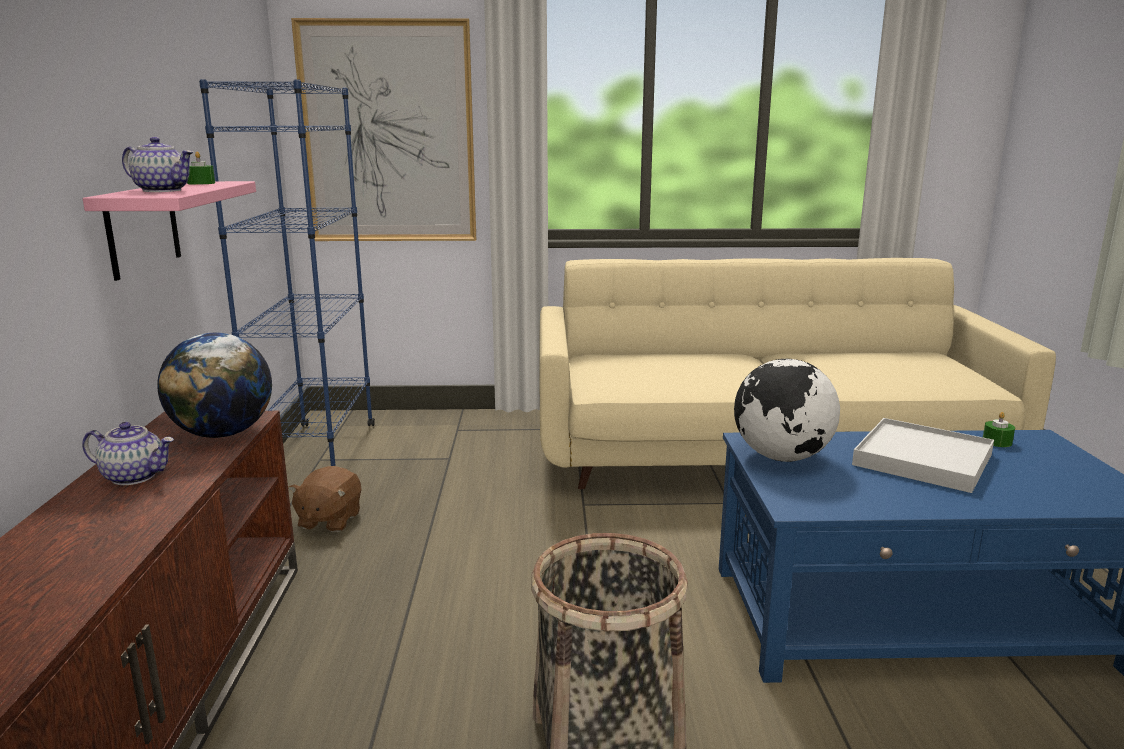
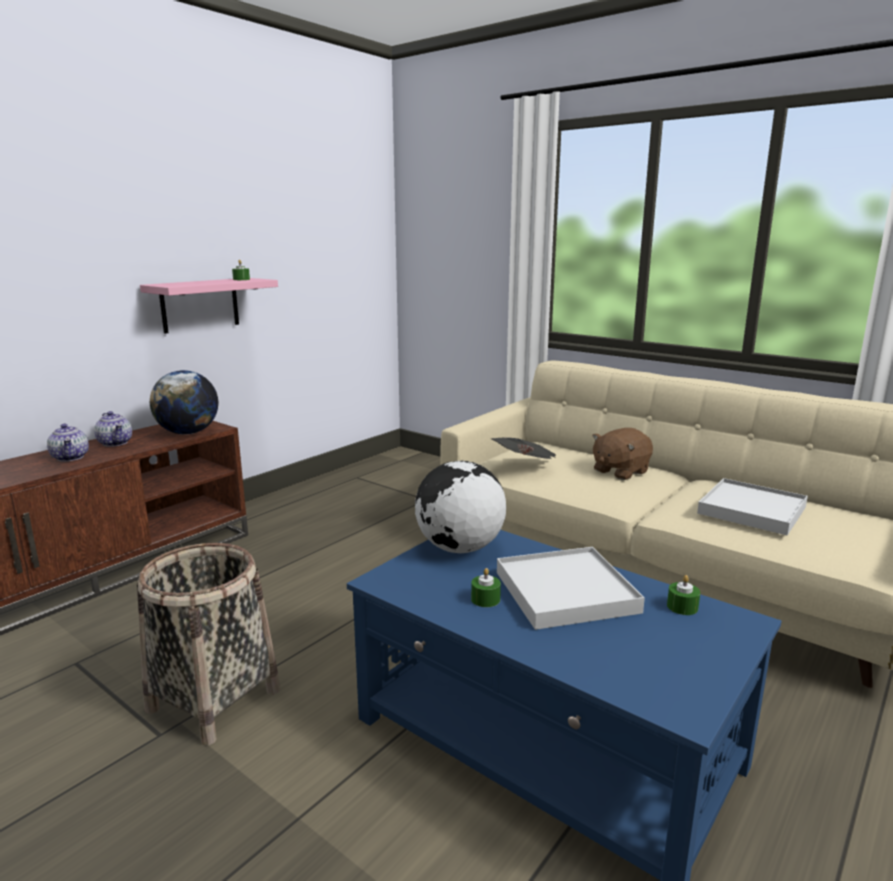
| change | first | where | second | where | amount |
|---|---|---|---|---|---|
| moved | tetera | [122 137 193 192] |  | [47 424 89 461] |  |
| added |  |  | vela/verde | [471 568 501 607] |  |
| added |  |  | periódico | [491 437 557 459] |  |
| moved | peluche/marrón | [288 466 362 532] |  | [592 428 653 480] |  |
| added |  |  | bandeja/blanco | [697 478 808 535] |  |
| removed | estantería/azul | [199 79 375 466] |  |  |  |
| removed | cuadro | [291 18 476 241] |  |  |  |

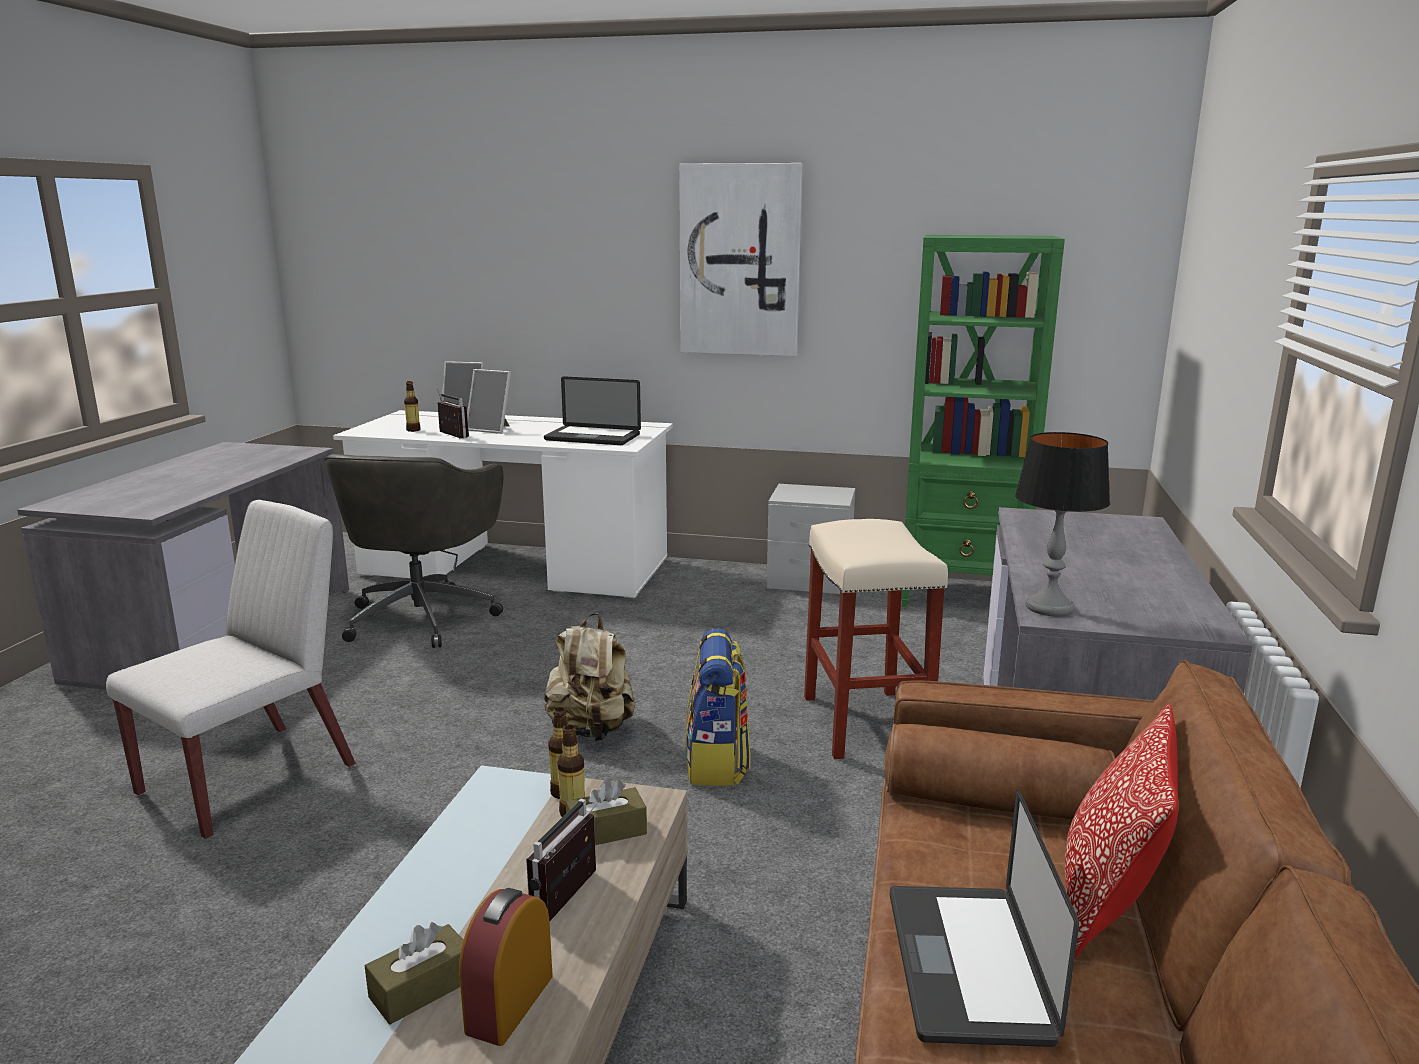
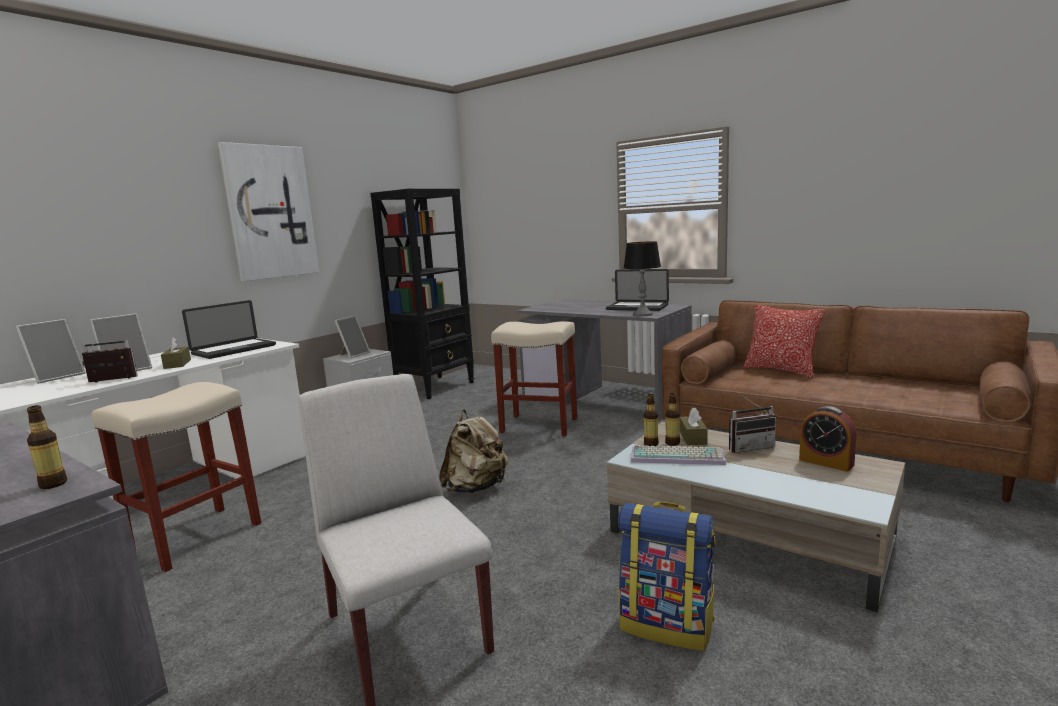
| change | first | where | second | where | amount |
|---|---|---|---|---|---|
| moved | botella | [404 381 421 432] |  | [27 405 67 489] |  |
| replaced | silla de oficina/gris | [324 454 503 648] | taburete/beis | [92 382 261 572] |  |
| moved | caja de pañuelos/marrón | [365 922 463 1024] |  | [161 337 191 369] |  |
| added |  |  | portarretratos | [335 315 370 359] |  |
| recoloured | estantería/verde | [901 235 1065 607] | estantería/negro | [371 189 474 399] |  |
| moved | portátil | [890 789 1079 1047] |  | [606 269 669 311] |  |
| moved | mochila | [685 628 751 786] |  | [618 502 716 651] |  |
| added |  |  | teclado | [631 445 726 465] |  |
| turned | radio | [526 798 597 921] |  | [729 393 776 453] | 60 degrees counterclockwise |

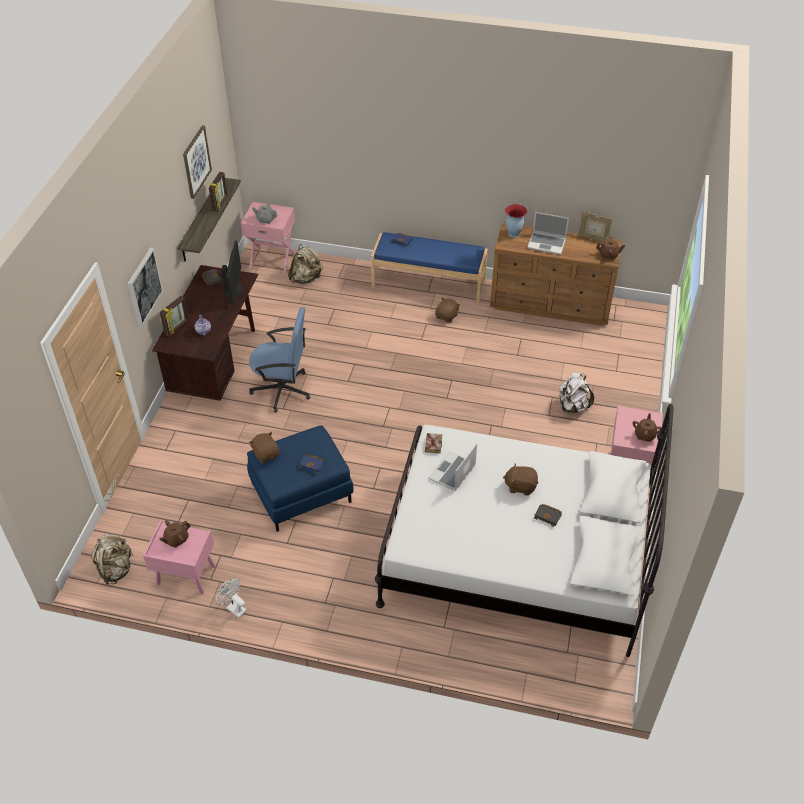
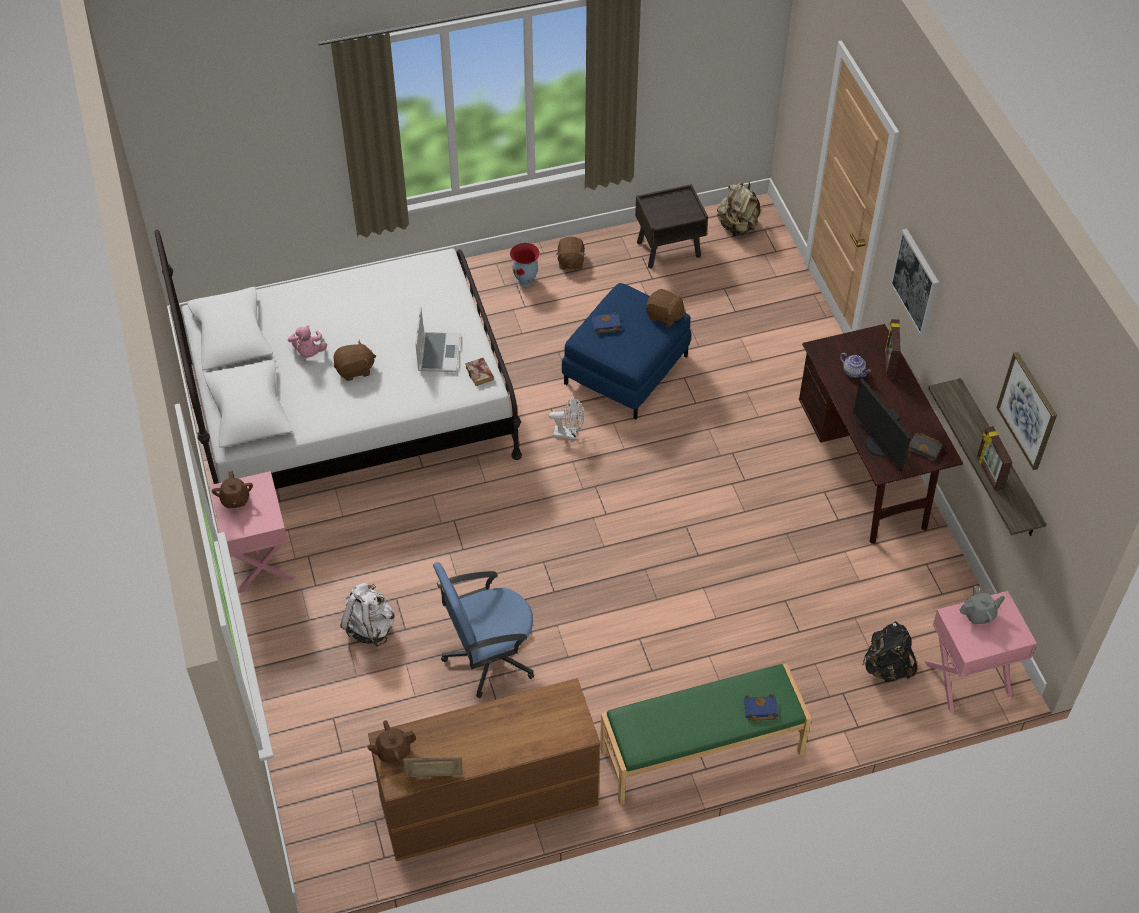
| change | first | where | second | where | amount |
|---|---|---|---|---|---|
| replaced | libro/negro | [534 504 562 527] | peluche/rosa | [288 325 327 358] |  |
| moved | silla de oficina/azul | [249 307 310 412] |  | [433 562 534 698] |  |
| moved | florero | [505 204 527 238] |  | [510 243 540 287] |  |
| moved | ventilador/blanco | [216 578 247 618] |  | [549 396 584 439] |  |
| moved | peluche/marrón | [435 298 460 323] |  | [556 237 586 270] |  |
| recoloured | banco/azul | [371 232 488 304] | banco/verde | [600 664 811 805] |  |
| recoloured | mesita de noche/rosa | [143 520 215 594] | mesita de noche/marrón | [635 184 708 268] |  |
| recoloured | mochila/beis | [288 244 323 284] | mochila/negro | [863 621 918 682] |  |
| removed | tetera/marrón | [159 520 190 548] |  |  |  |
| removed | portátil | [527 212 569 255] |  |  |  |

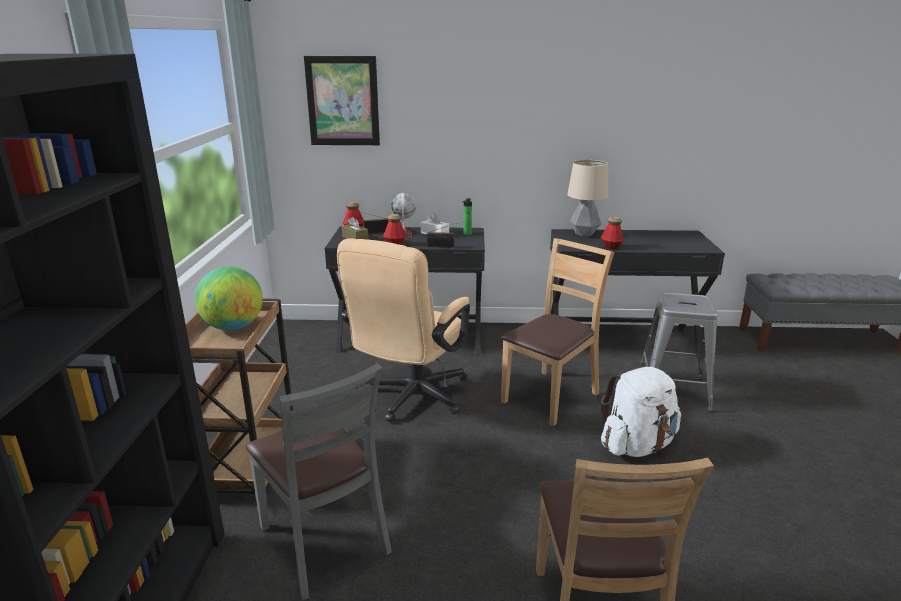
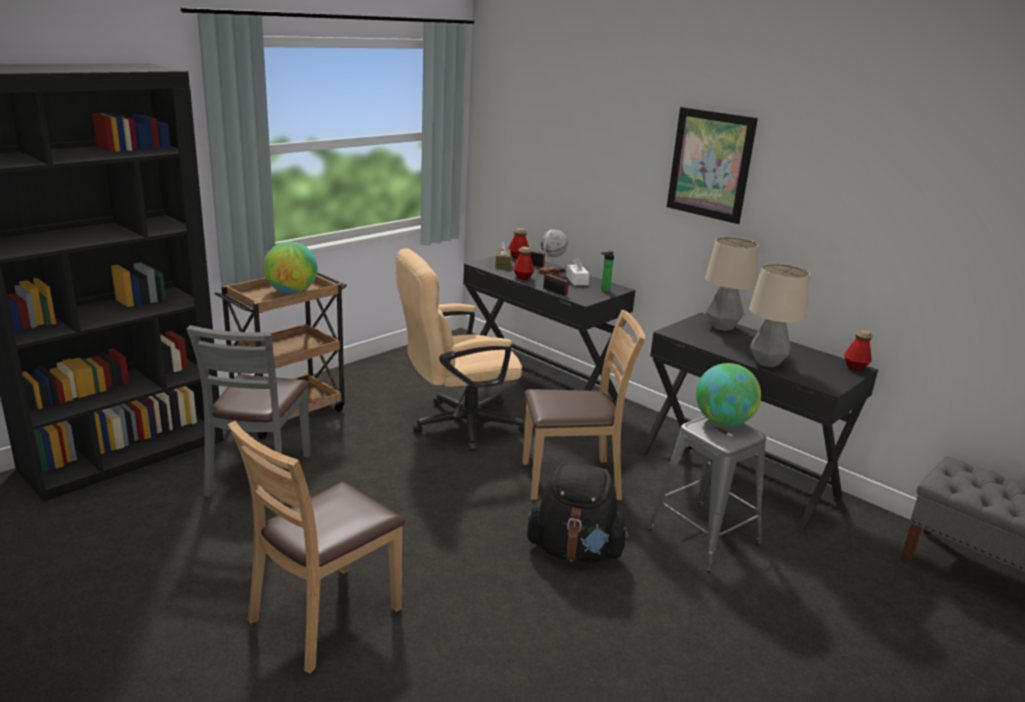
| change | first | where | second | where | amount |
|---|---|---|---|---|---|
| recoloured | mochila/blanco | [601 367 681 457] | mochila/negro | [527 462 629 563] |  |
| moved | cuadro | [304 56 380 145] |  | [667 107 758 224] |  |
| added |  |  | globo terráqueo | [696 363 761 426] |  |
| added |  |  | lámpara de mesa | [749 263 810 368] |  |
| moved | botella | [601 216 624 249] |  | [844 330 873 371] |  |

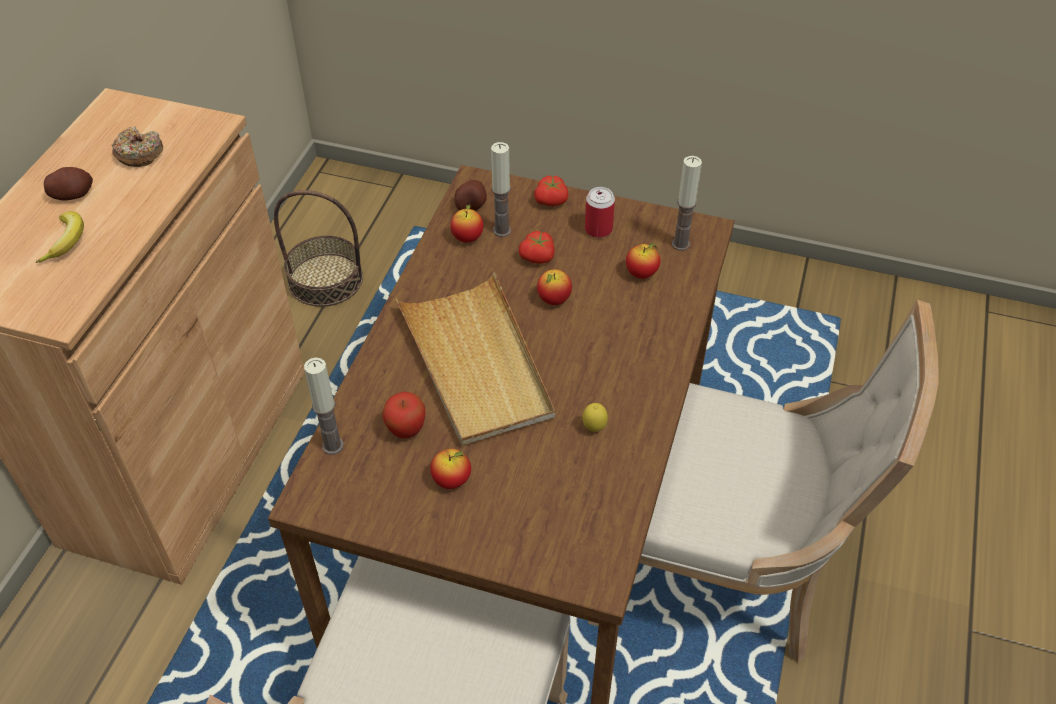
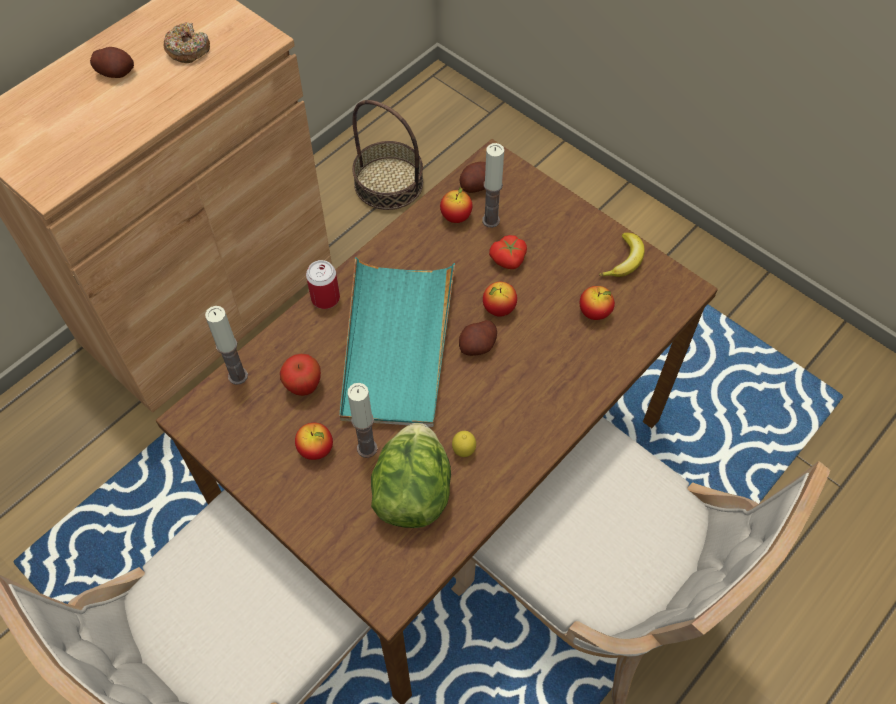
| change | first | where | second | where | amount |
|---|---|---|---|---|---|
| moved | lata | [585 187 615 238] |  | [306 260 340 309] |  |
| recoloured | bandeja/beis | [395 272 555 446] | bandeja/turquesa | [340 257 455 427] |  |
| moved | vela | [672 156 702 251] |  | [348 383 378 458] |  |
| added |  |  | lechuga | [371 423 451 528] |  |
| added |  |  | patata | [459 320 497 356] |  |
| moved | plátano | [36 211 84 263] |  | [599 233 645 277] |  |
| removed | tomate | [534 176 569 206] |  |  |  |

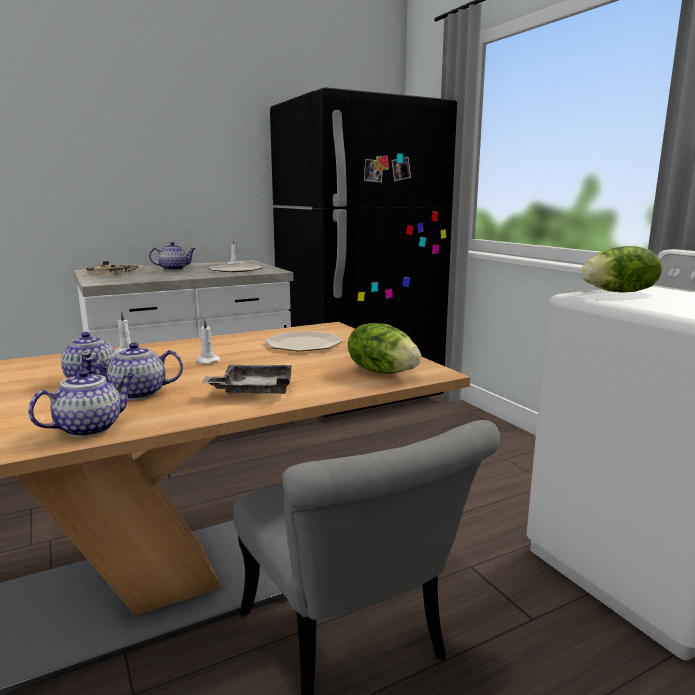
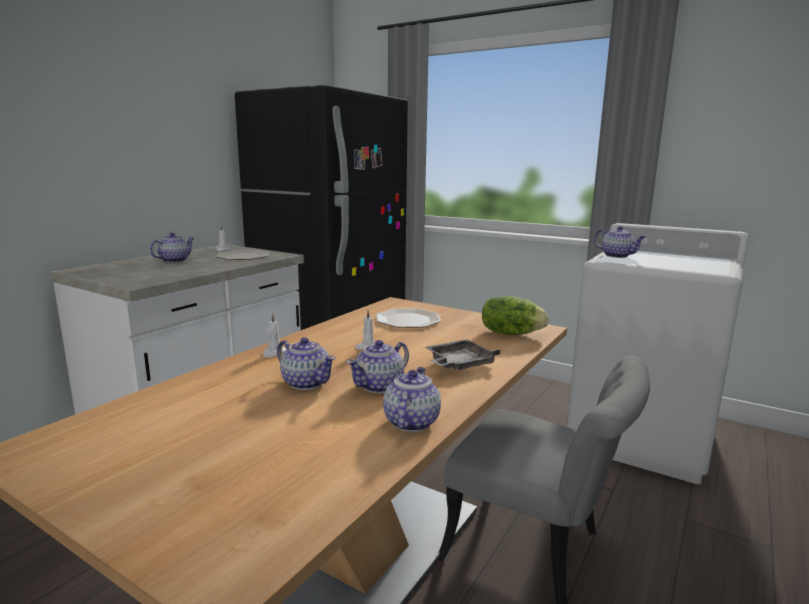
| change | first | where | second | where | amount |
|---|---|---|---|---|---|
| replaced | lechuga | [581 246 662 293] | tetera | [594 226 645 258] |  |
| removed | bandeja/beis | [83 261 143 275] |  |  |  |

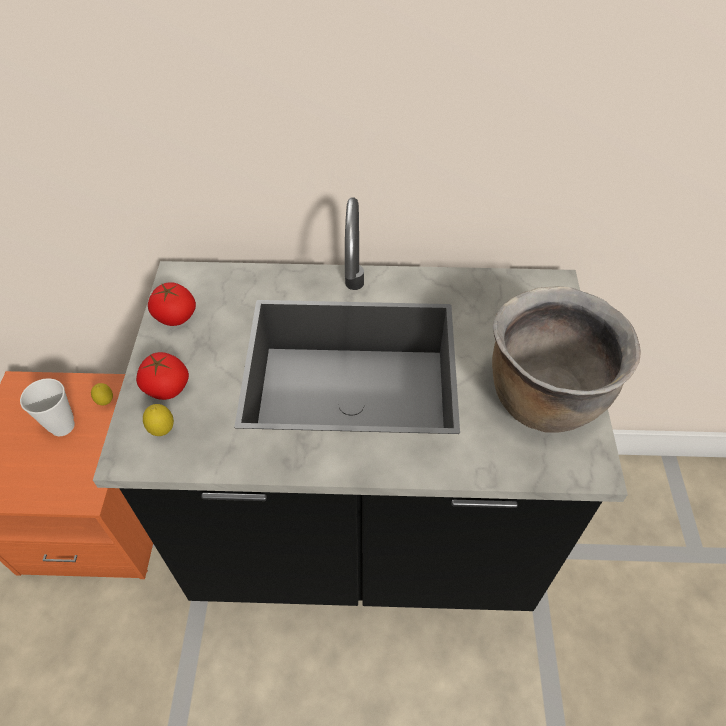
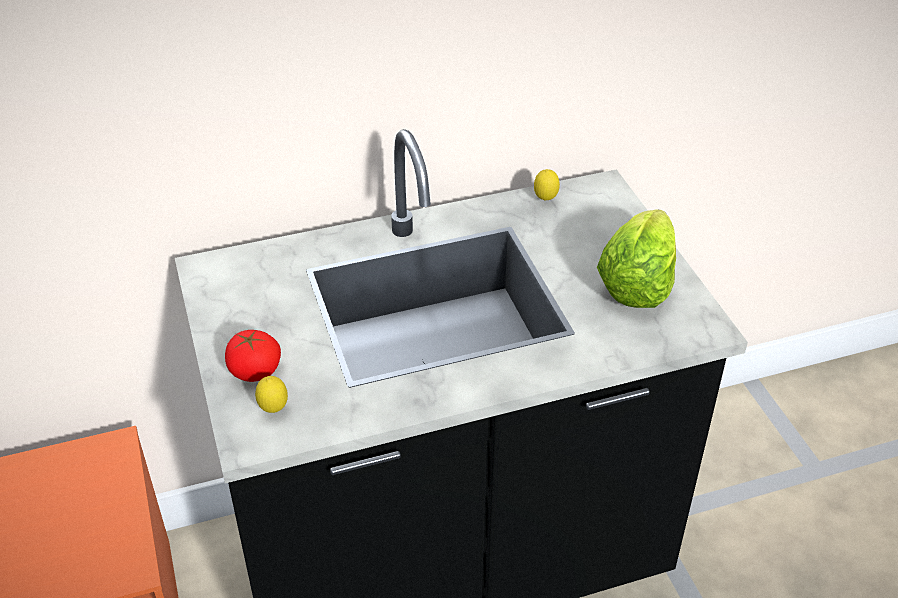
| change | first | where | second | where | amount |
|---|---|---|---|---|---|
| moved | limón | [91 383 113 405] |  | [534 169 560 201] |  |
| replaced | olla/marrón | [492 286 641 433] | lechuga | [597 210 676 308] |  |
| removed | taza | [20 378 75 436] |  |  |  |
| removed | tomate | [148 282 196 326] |  |  |  |

